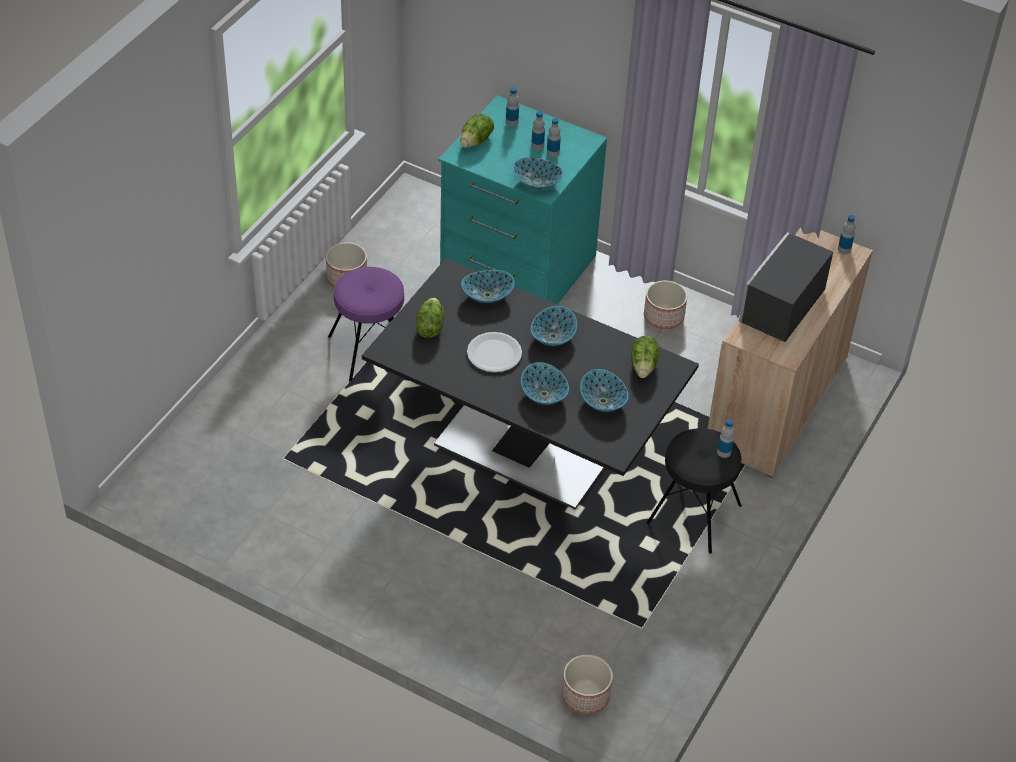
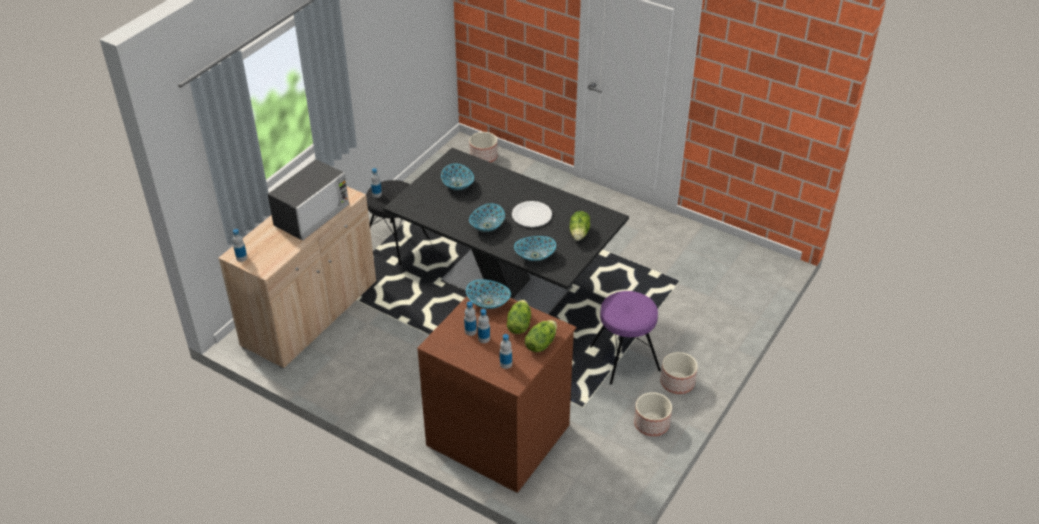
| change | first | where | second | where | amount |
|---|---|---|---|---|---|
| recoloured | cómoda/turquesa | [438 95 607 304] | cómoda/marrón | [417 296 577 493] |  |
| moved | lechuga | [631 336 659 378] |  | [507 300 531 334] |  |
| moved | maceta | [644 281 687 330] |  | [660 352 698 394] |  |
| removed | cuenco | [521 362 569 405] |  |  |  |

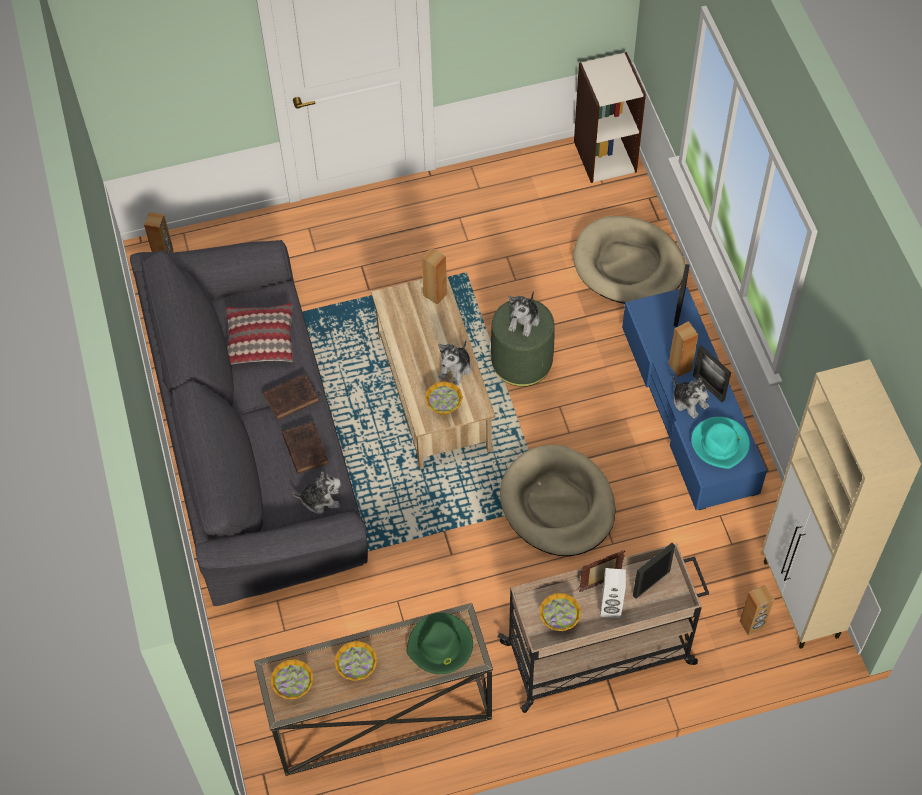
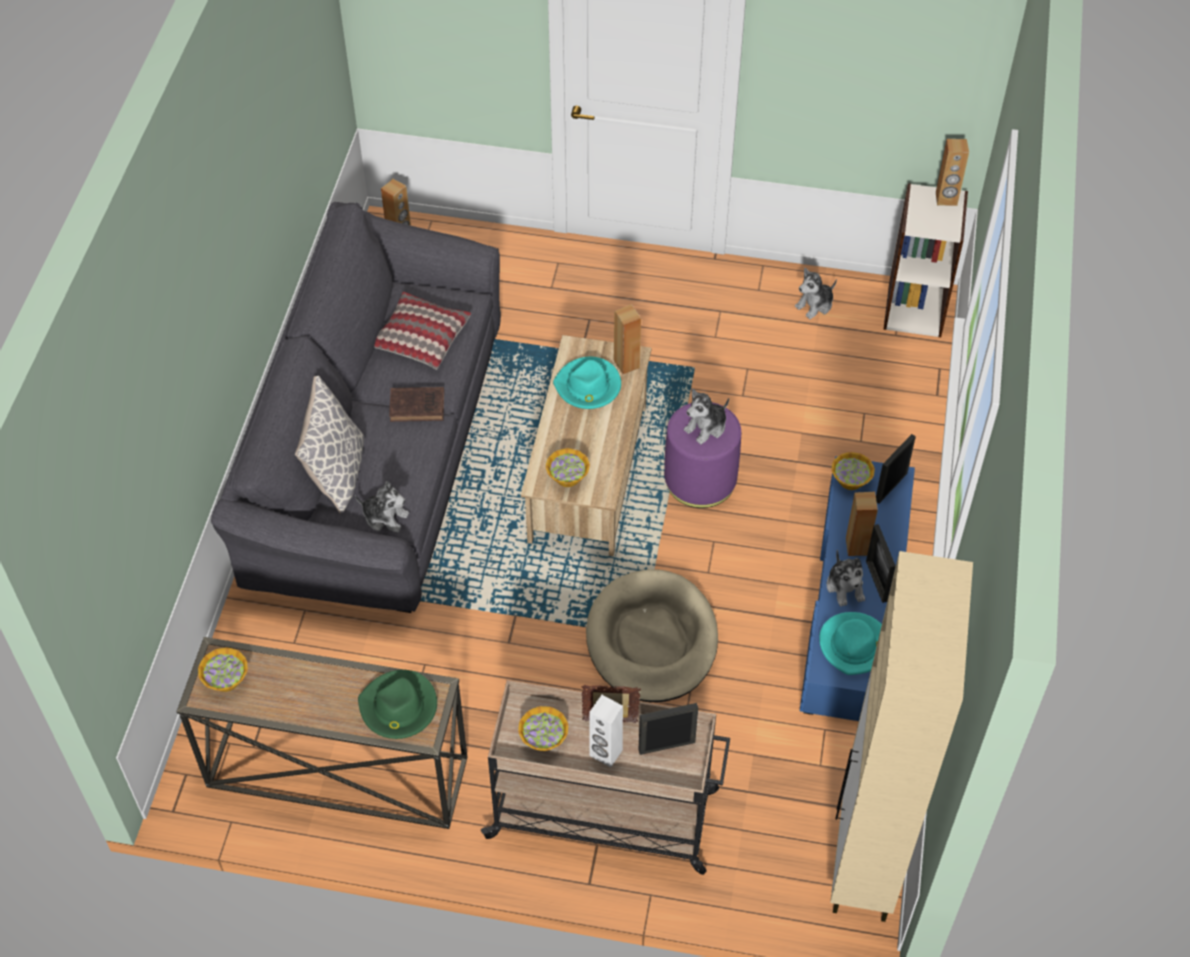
| change | first | where | second | where | amount |
|---|---|---|---|---|---|
| added |  |  | cojín | [295 376 364 514] |  |
| added |  |  | sombrero/turquesa | [553 357 621 409] |  |
| recoloured | puf/verde | [491 298 555 387] | puf/morado | [664 402 741 508] |  |
| moved | peluche | [438 340 471 385] |  | [795 268 837 319] |  |
| moved | cuenco | [335 641 377 681] |  | [832 452 875 490] |  |
| moved | altavoz/marrón | [740 585 774 635] |  | [936 139 969 206] |  |
| removed | libro/marrón | [282 422 329 474] |  |  |  |
| removed | cama para perro/beis | [573 216 685 304] |  |  |  |

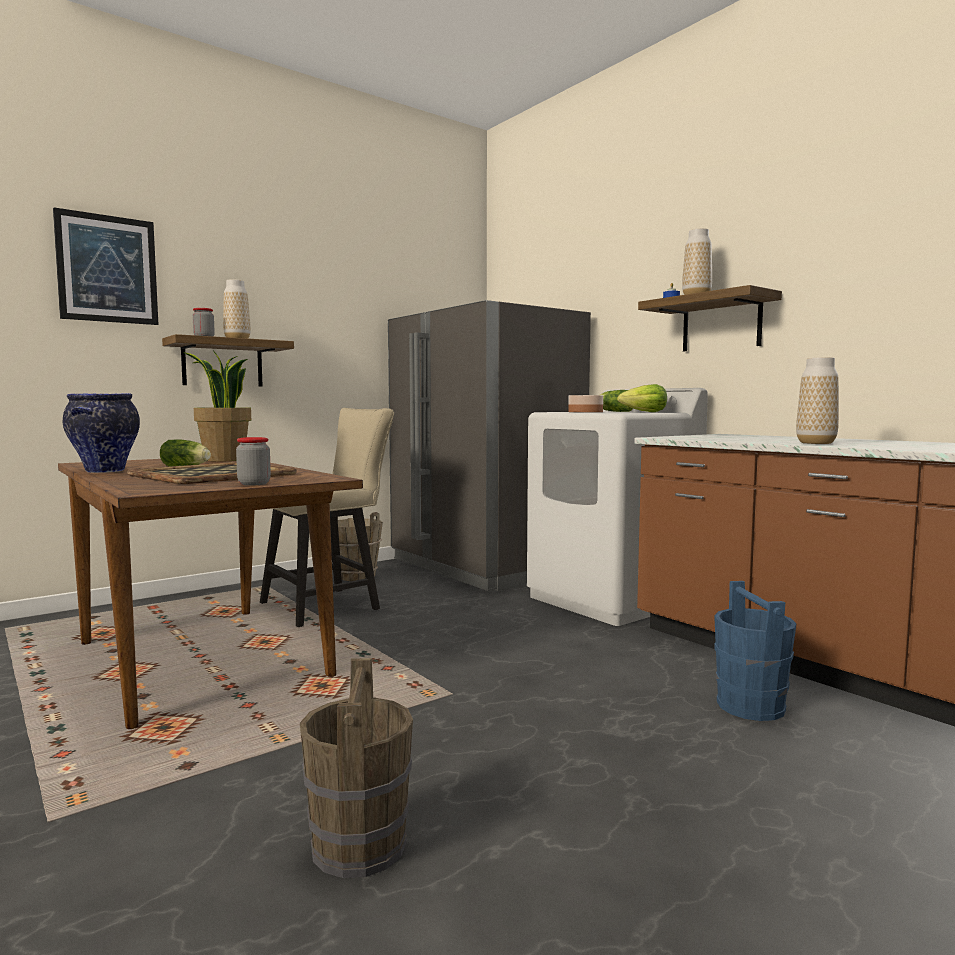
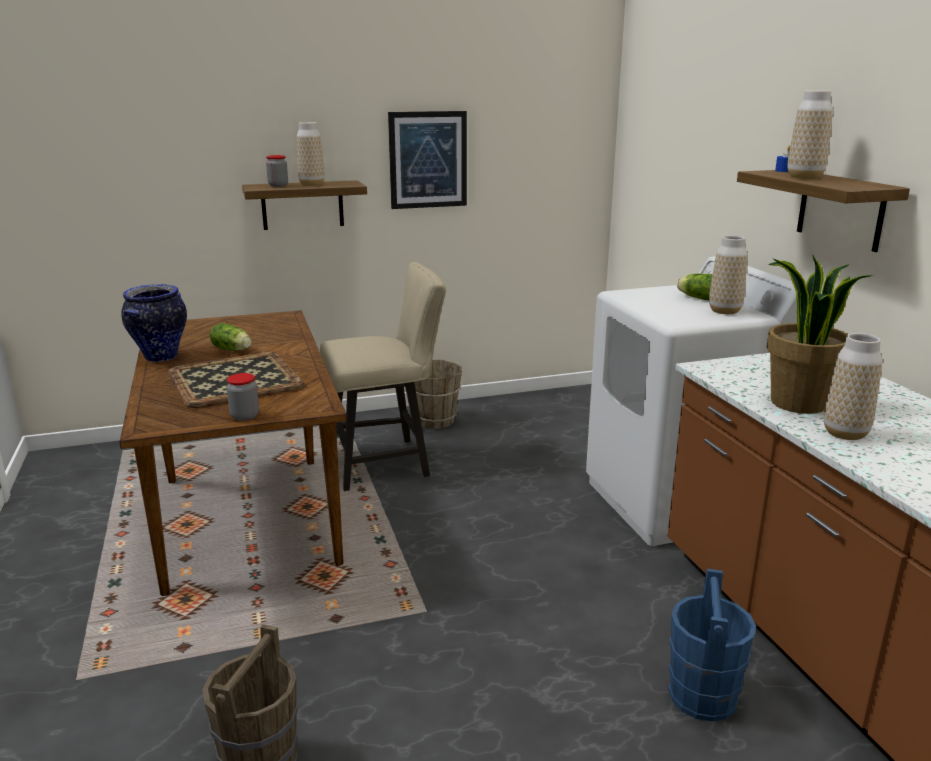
| change | first | where | second | where | amount |
|---|---|---|---|---|---|
| moved | cuadro | [53 207 159 325] |  | [388 111 467 209] |  |
| replaced | lechuga | [617 384 667 412] | florero | [709 235 747 314] |  |
| moved | planta en maceta | [183 351 251 462] |  | [766 254 873 414] |  |
| removed | nevera/gris | [388 300 591 591] |  |  |  |
| removed | cuenco | [568 395 603 412] |  |  |  |

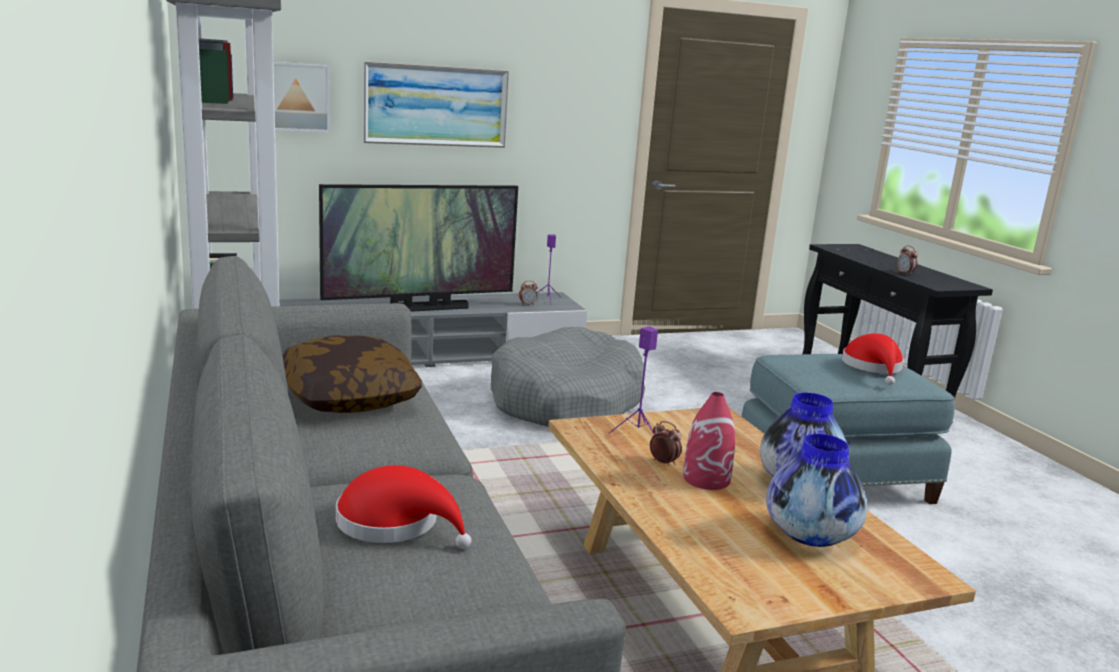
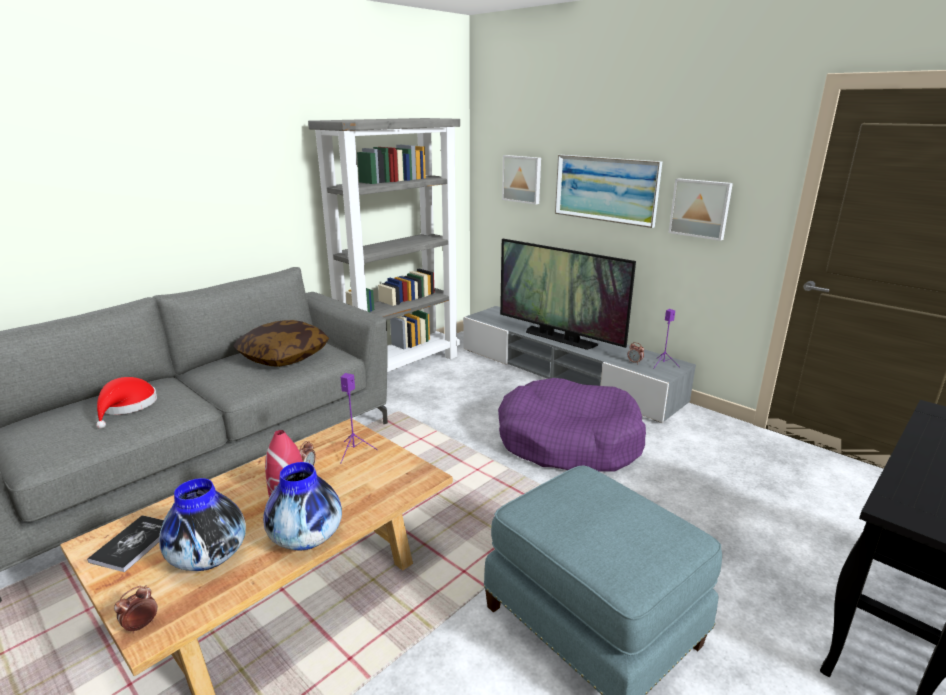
| change | first | where | second | where | amount |
|---|---|---|---|---|---|
| added |  |  | libro | [87 515 164 572] |  |
| moved | despertador | [897 245 918 275] |  | [114 585 158 634] |  |
| recoloured | cama para perro/gris | [491 327 645 427] | cama para perro/morado | [498 378 646 472] |  |
| added |  |  | cuadro | [669 178 733 241] |  |
| removed | sombrero/rojo | [842 333 904 385] |  |  |  |

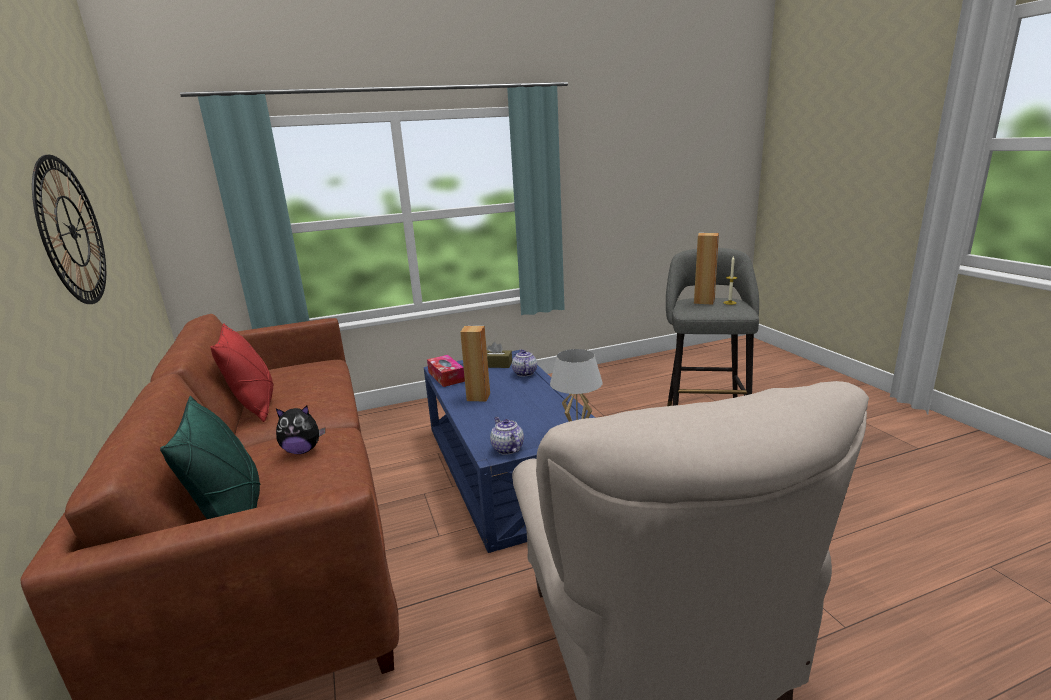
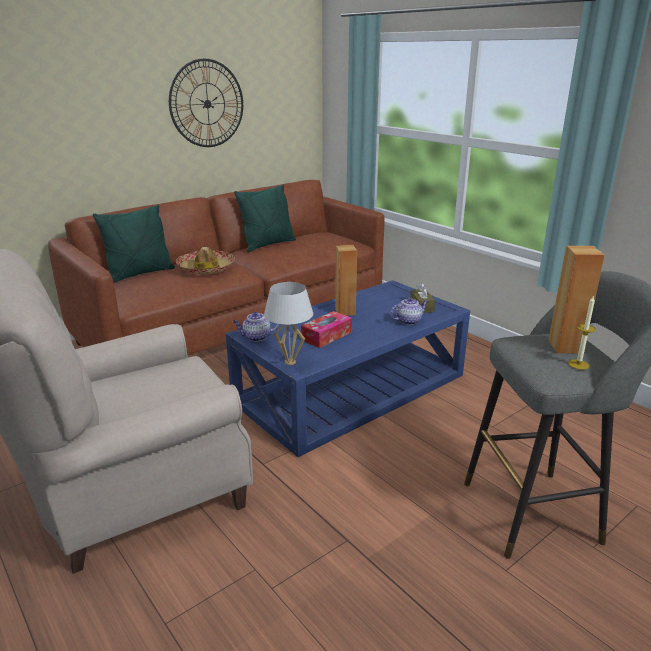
| change | first | where | second | where | amount |
|---|---|---|---|---|---|
| replaced | peluche | [276 406 325 454] | sombrero | [176 247 235 274] |  |
| turned | tetera | [490 417 524 455] |  | [232 312 279 341] | 150 degrees counterclockwise |
| recoloured | cojín/rojo | [210 323 274 422] | cojín/verde | [234 185 296 252] |  |
| moved | caja de pañuelos | [427 355 465 387] |  | [301 311 352 348] |  |

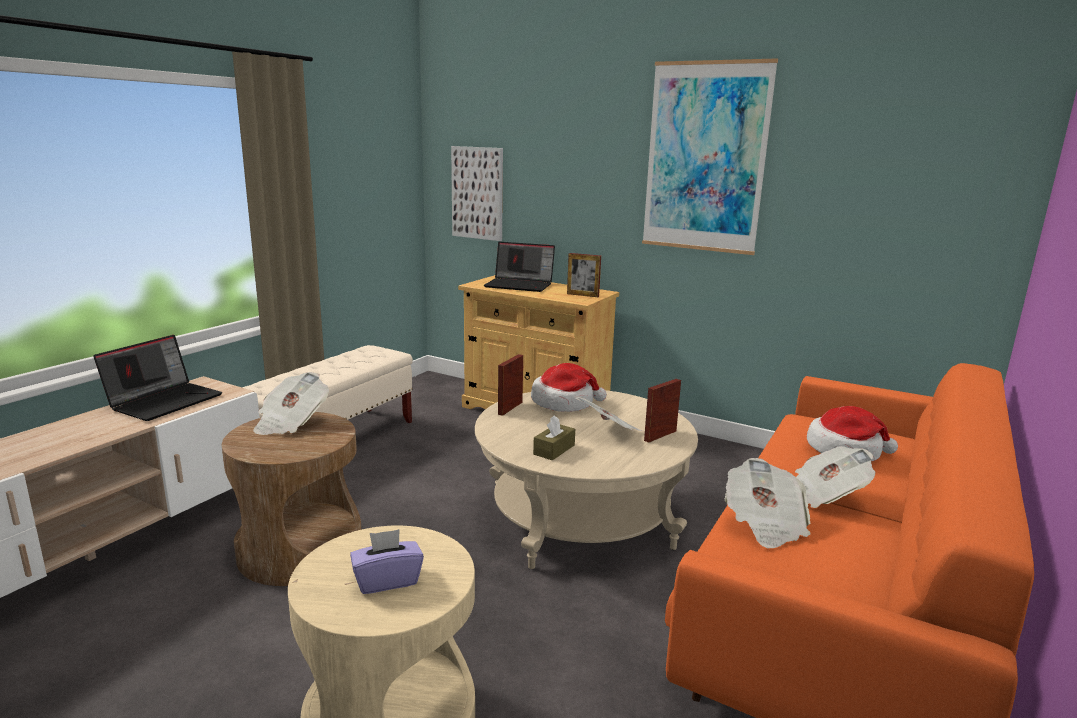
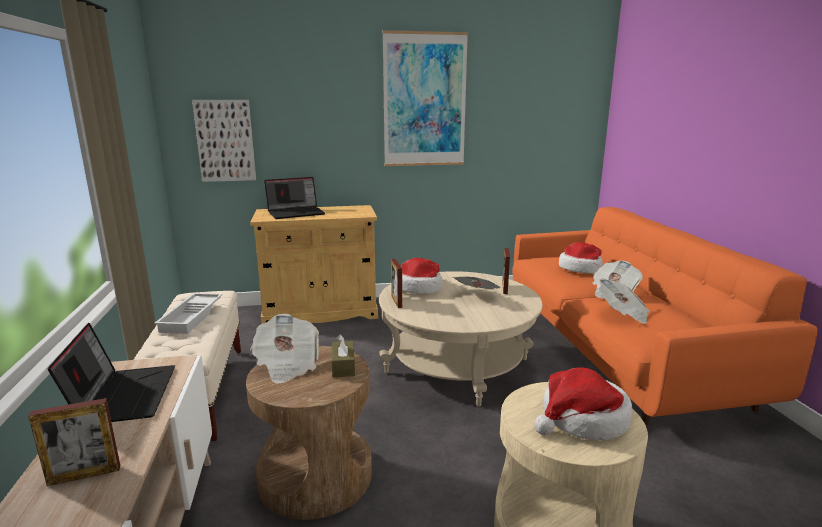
| change | first | where | second | where | amount |
|---|---|---|---|---|---|
| moved | portarretratos | [567 253 601 297] |  | [28 398 120 486] |  |
| added |  |  | bandeja/blanco | [154 293 223 334] |  |
| moved | caja de pañuelos/marrón | [533 415 575 460] |  | [332 334 355 377] |  |
| replaced | caja de pañuelos/morado | [350 529 424 594] | sombrero | [534 367 633 440] |  |

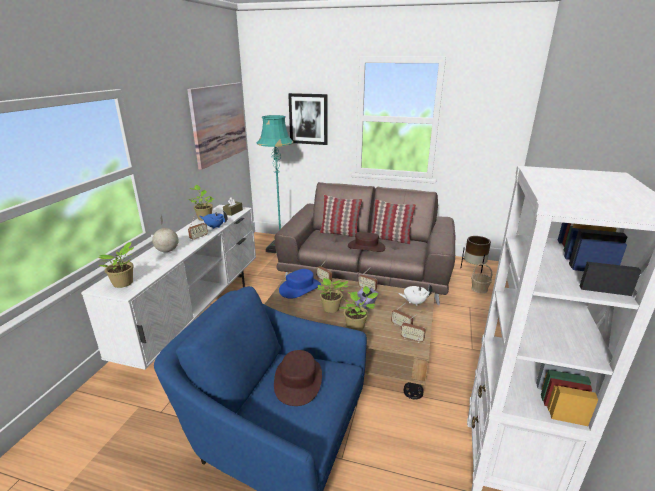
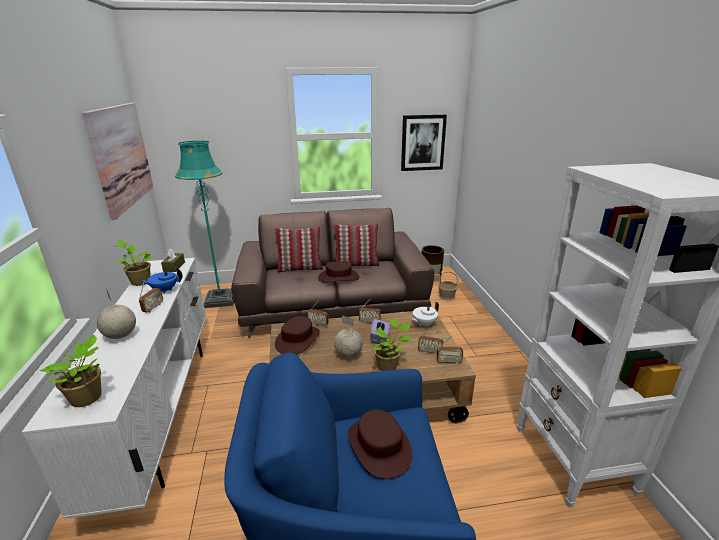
| change | first | where | second | where | amount |
|---|---|---|---|---|---|
| recoloured | sombrero/azul | [279 269 321 299] | sombrero/marrón | [275 316 320 355] |  |
| replaced | planta en maceta | [317 278 348 313] | globo terráqueo | [334 315 363 358] |  |
| moved | cuadro | [288 93 328 145] |  | [401 115 447 171] |  |

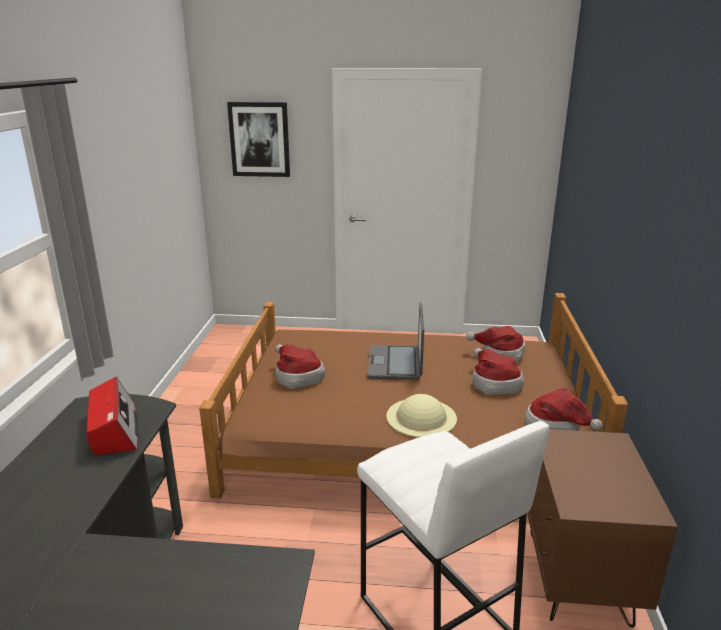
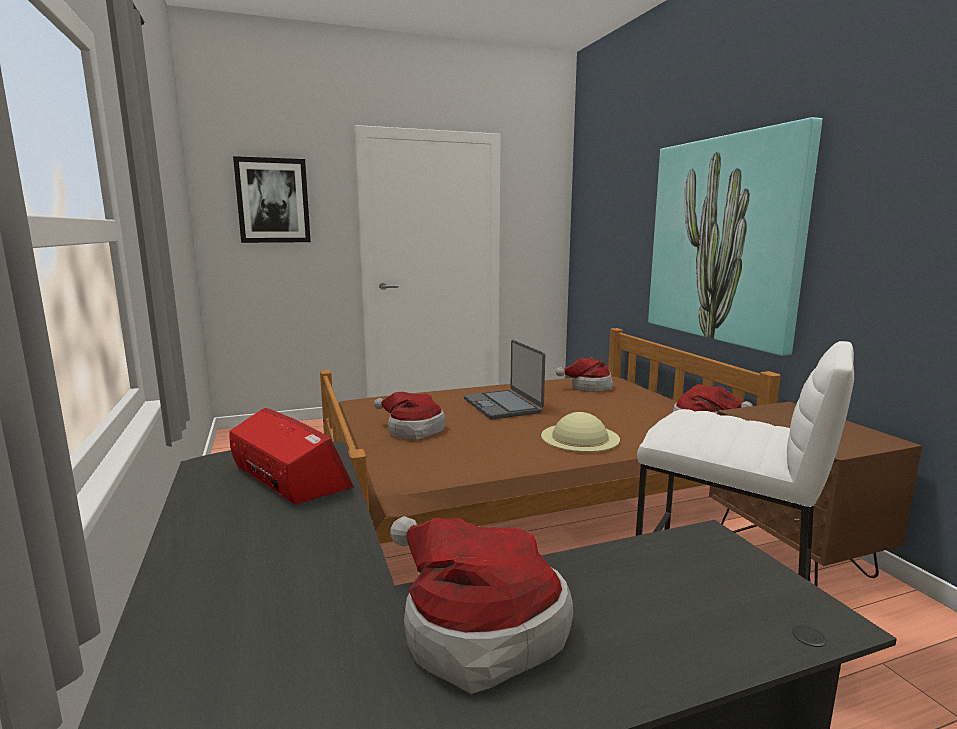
| change | first | where | second | where | amount |
|---|---|---|---|---|---|
| moved | sombrero | [472 348 524 395] |  | [390 516 573 694] |  |
| added |  |  | cuadro | [648 117 823 356] |  |

